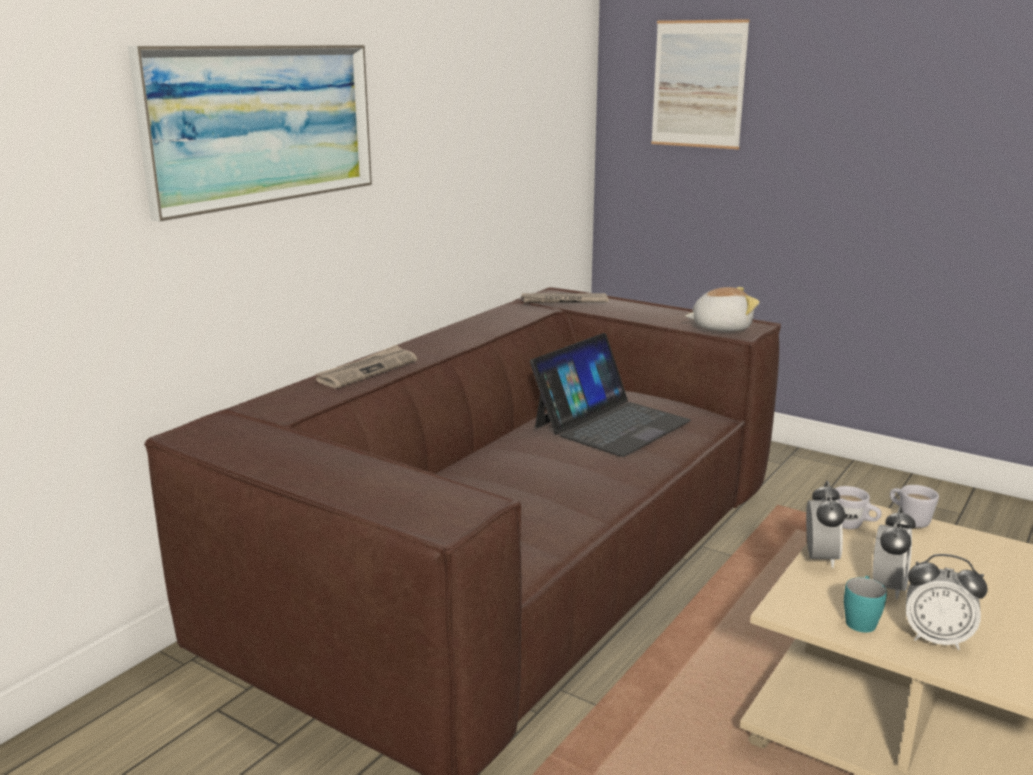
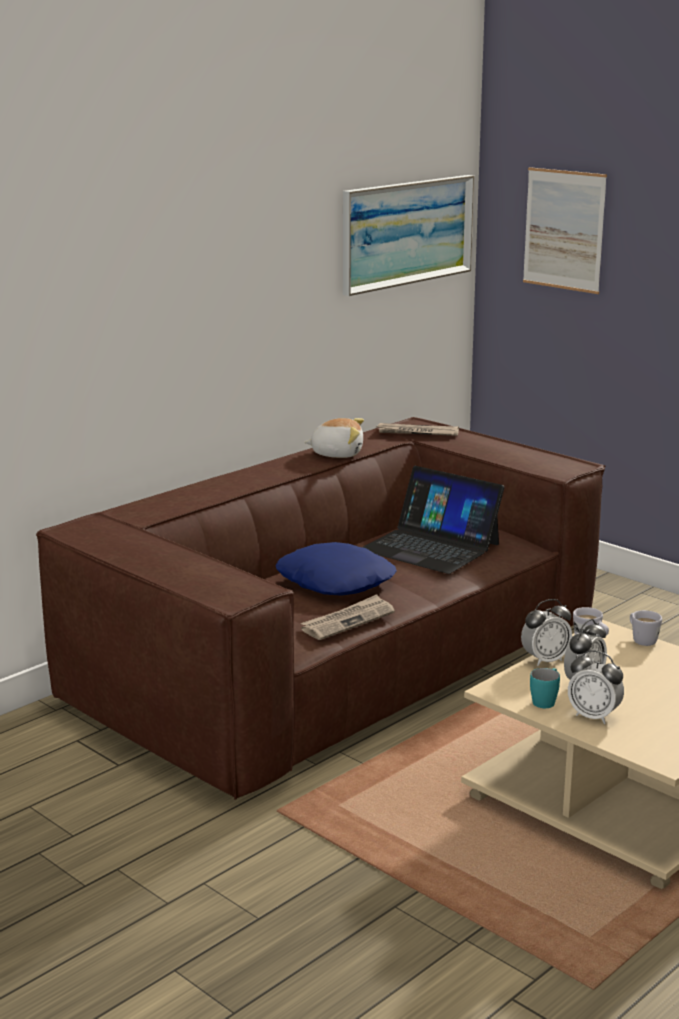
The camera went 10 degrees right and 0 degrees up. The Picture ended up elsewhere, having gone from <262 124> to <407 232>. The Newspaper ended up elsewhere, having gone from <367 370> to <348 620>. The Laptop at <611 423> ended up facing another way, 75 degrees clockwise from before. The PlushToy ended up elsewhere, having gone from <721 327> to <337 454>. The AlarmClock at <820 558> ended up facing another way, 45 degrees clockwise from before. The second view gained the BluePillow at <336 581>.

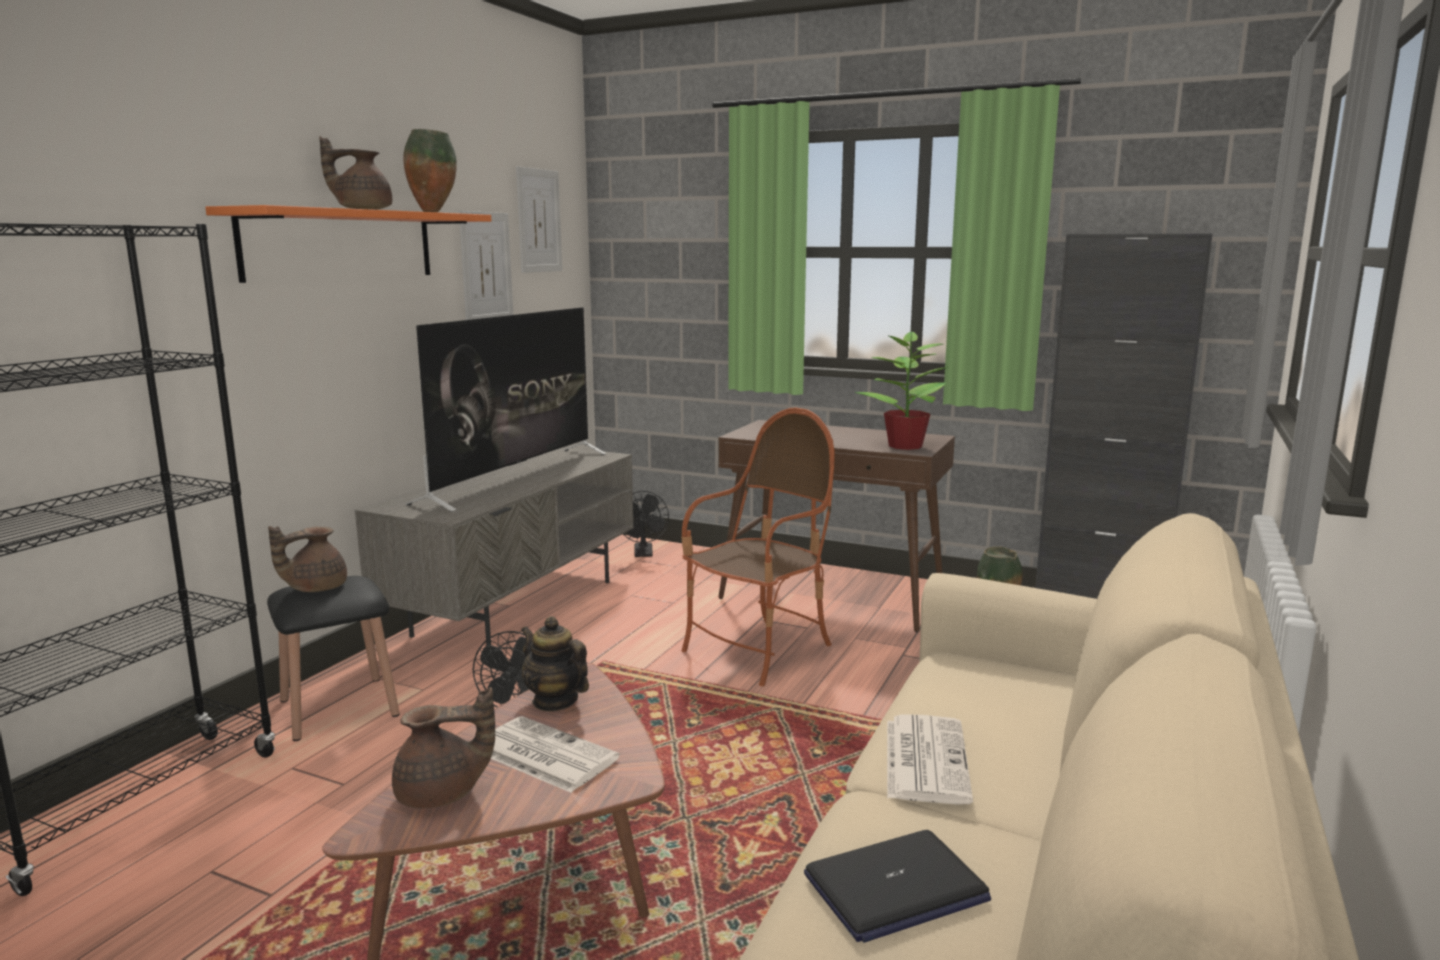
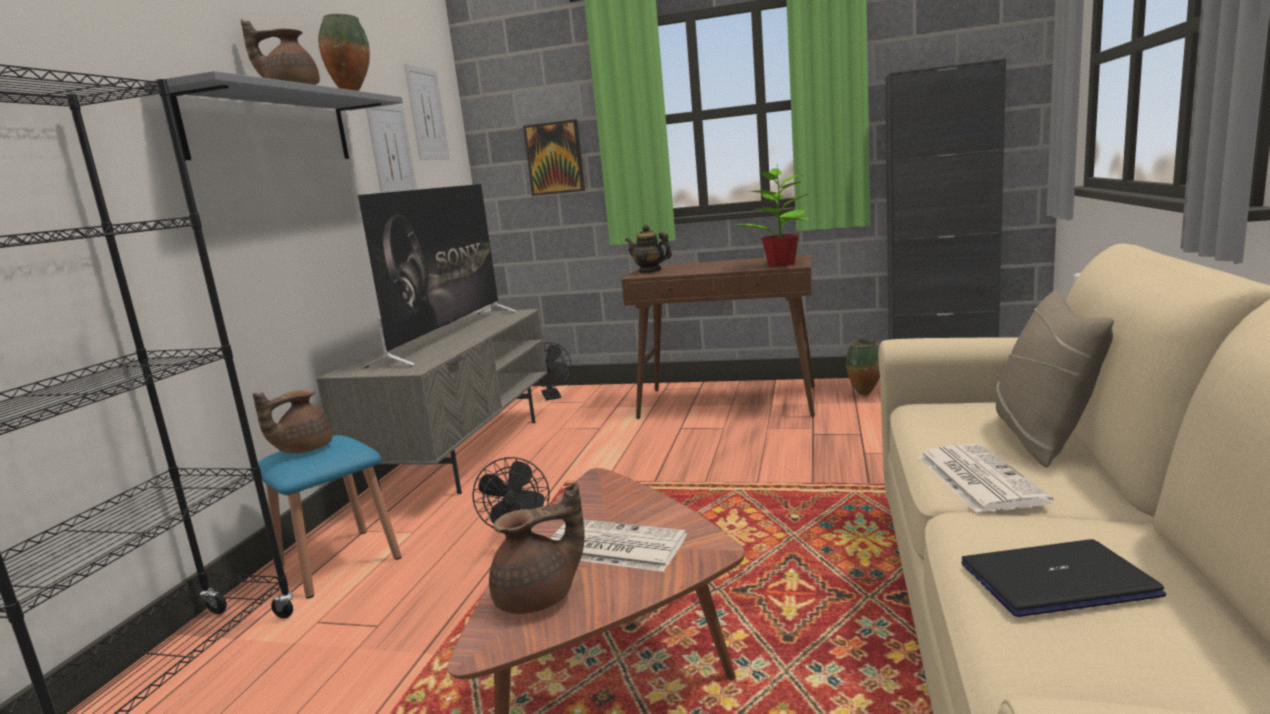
The camera went 10 degrees left and 0 degrees up. What was the OrangeShelf at <341 245> turned into the GreyShelf at <271 127>. What was the BlackStool at <339 707> turned into the BlueStool at <338 561>. The Teapot ended up elsewhere, having gone from <555 701> to <650 271>. The second view lost the Armchair at <759 651>. The Laptop at <895 888> ended up facing another way, 150 degrees counterclockwise from before. The second view gained the Picture at <554 158>. The second view gained the BeigePillow at <1042 438>.

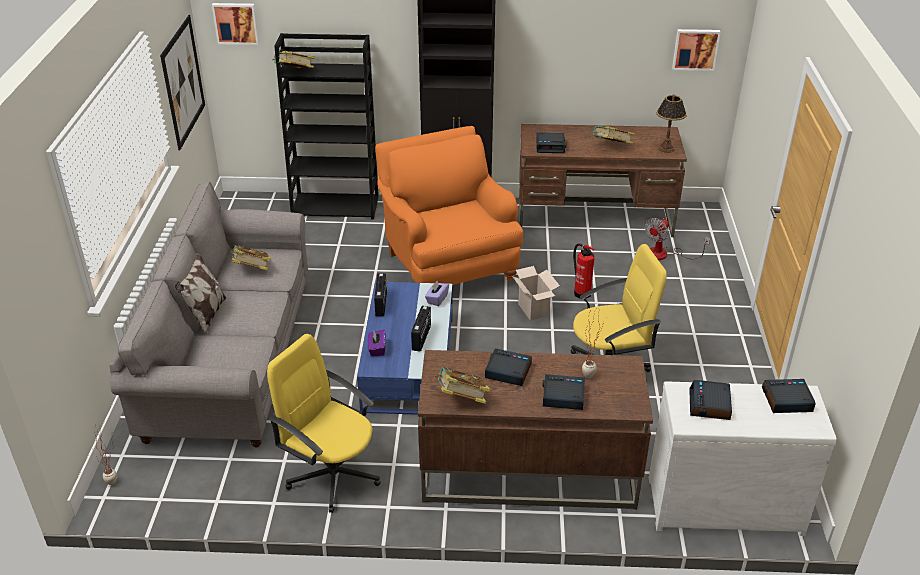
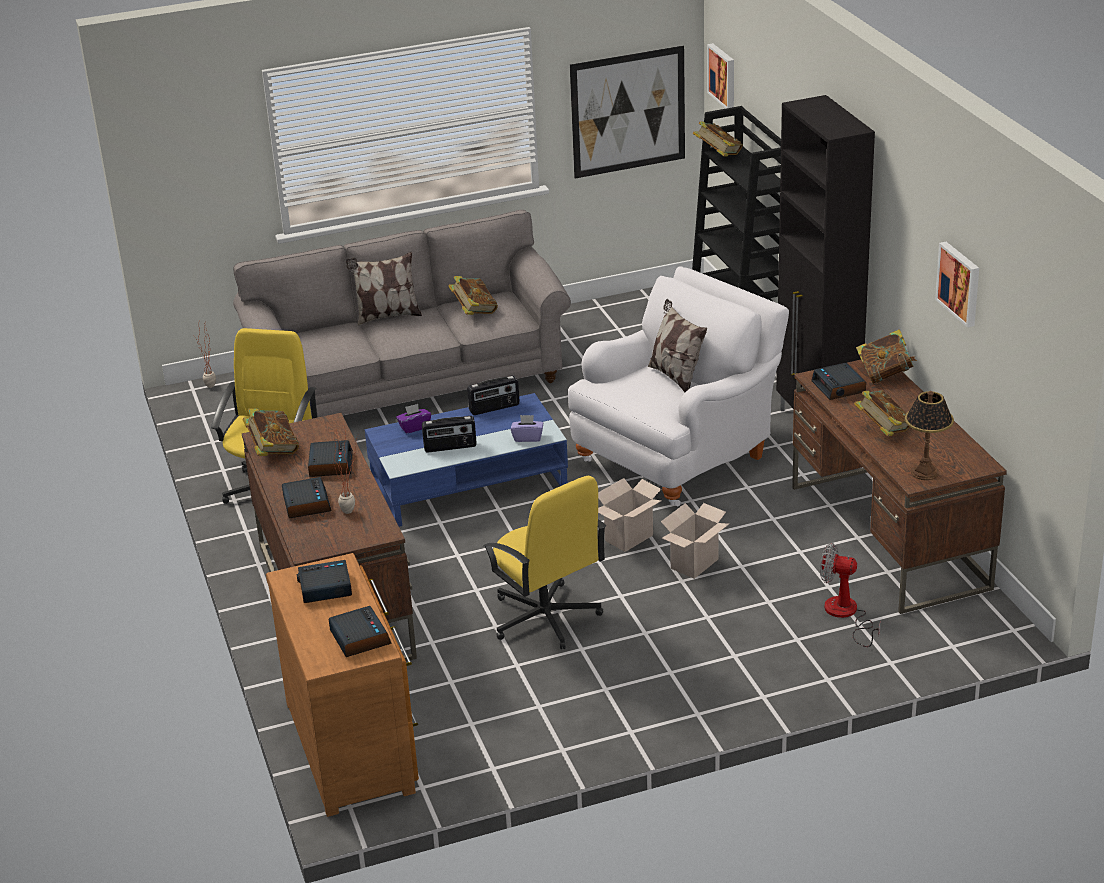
The camera went 70 degrees right and 5 degrees down. What was the OrangeArmchair at <448 263> turned into the WhiteArmchair at <678 456>. Where the FireExtinguisher stood at <581 292>, the CardboardBox came to stand at <694 565>. What was the WhiteDresser at <722 502> turned into the BrownDresser at <353 745>. The Picture ended up elsewhere, having gone from <695 49> to <960 283>. The second view gained the Pillow at <676 377>. The second view gained the Book at <885 375>.

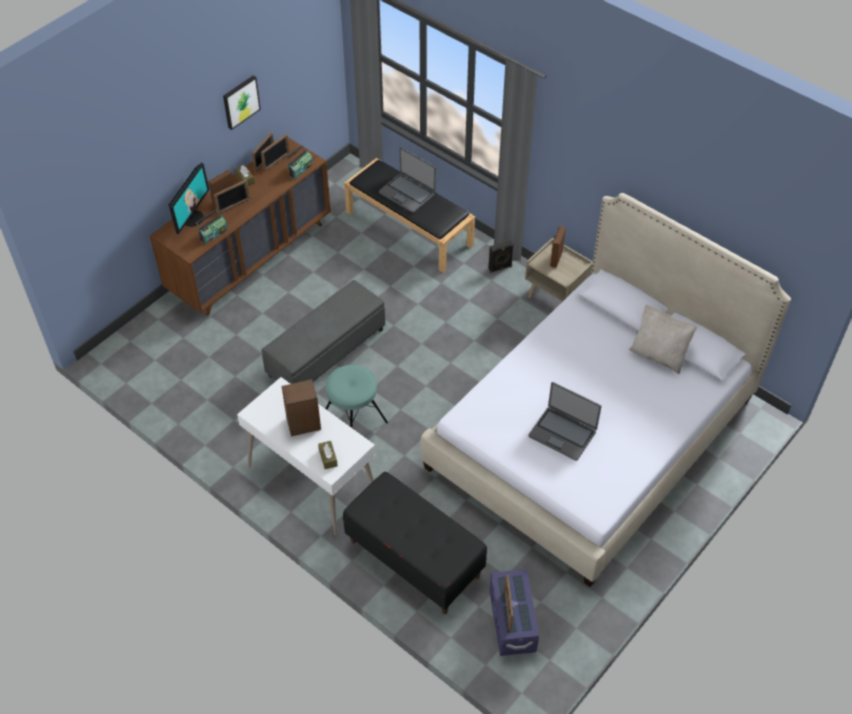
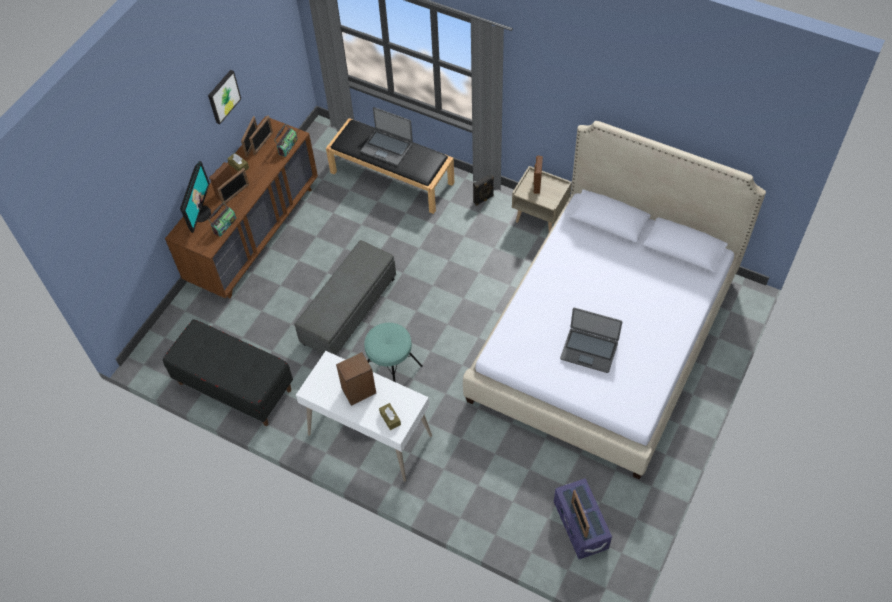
The camera went 10 degrees left and 5 degrees up. The BlackBench ended up elsewhere, having gone from <414 559> to <234 387>. The second view lost the BeigePillow at <658 355>.

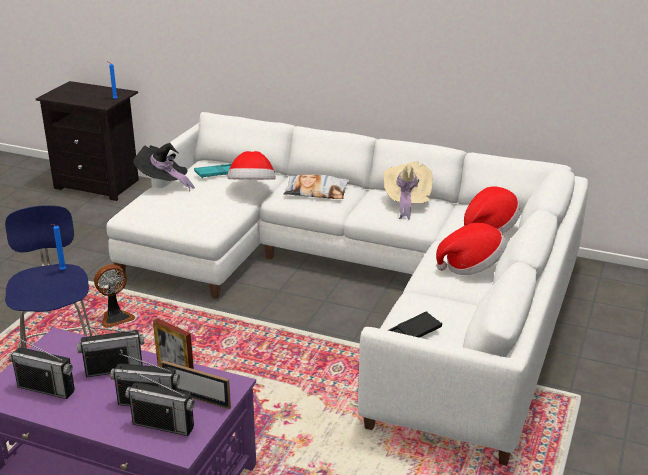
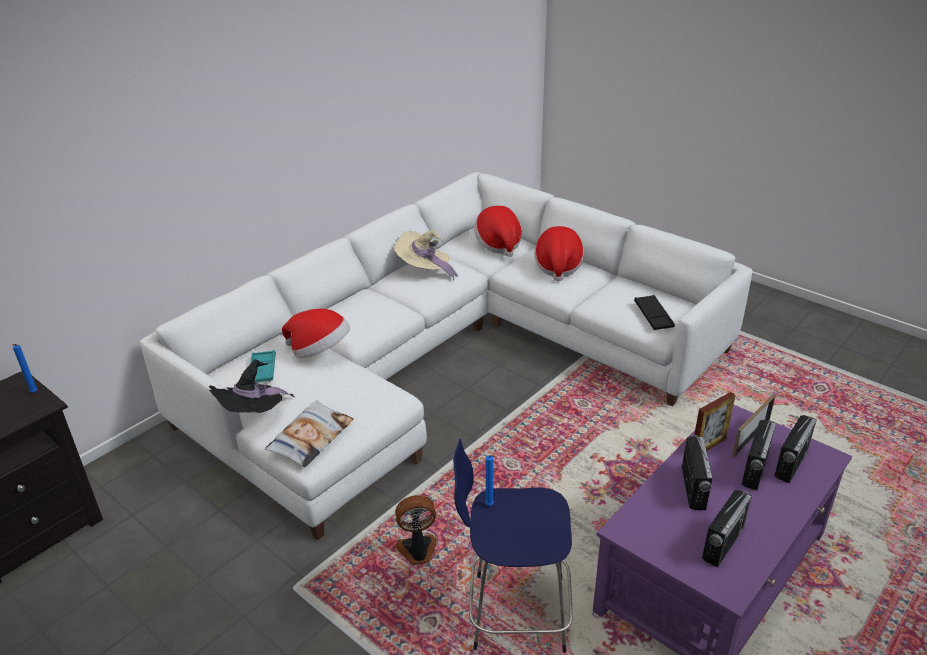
The camera went 70 degrees left and 5 degrees up. The Fan at <115 318> ended up facing another way, 90 degrees counterclockwise from before. The Pillow ended up elsewhere, having gone from <316 192> to <311 438>.

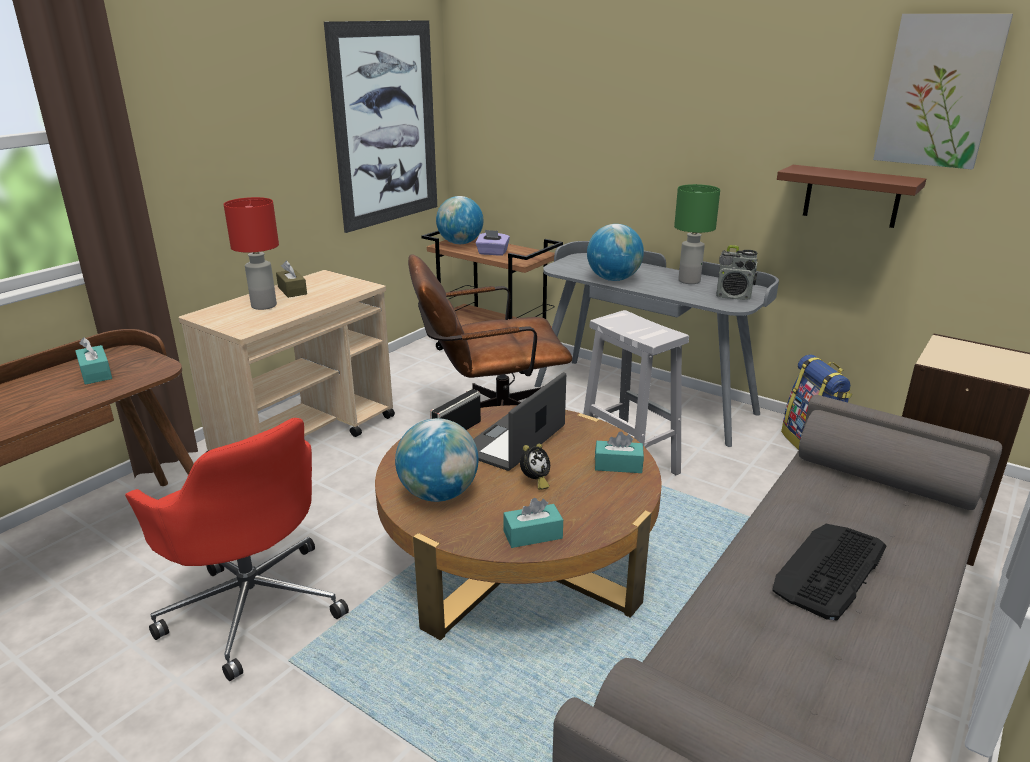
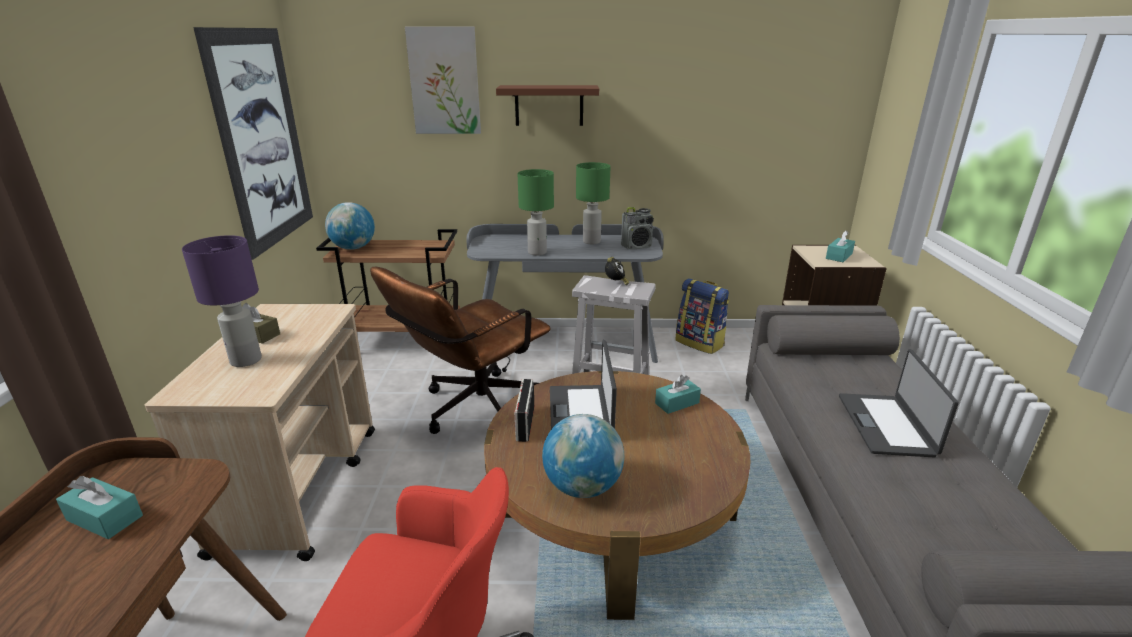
The camera went 35 degrees left and 0 degrees up. What was the RedTableLamp at <263 306> turned into the PurpleTableLamp at <245 361>. The second view lost the PurpleTissueBox at <492 253>. The TurquoiseTissueBox ended up elsewhere, having gone from <532 535> to <839 256>. The AlarmClock ended up elsewhere, having gone from <535 481> to <615 283>. Where the Globe stood at <613 279>, the GreenTableLamp came to stand at <537 252>. Where the Keyboard stood at <829 570>, the Laptop came to stand at <887 425>. The BrownShelf ended up elsewhere, having gone from <851 196> to <549 105>. The Picture ended up elsewhere, having gone from <939 91> to <444 81>.

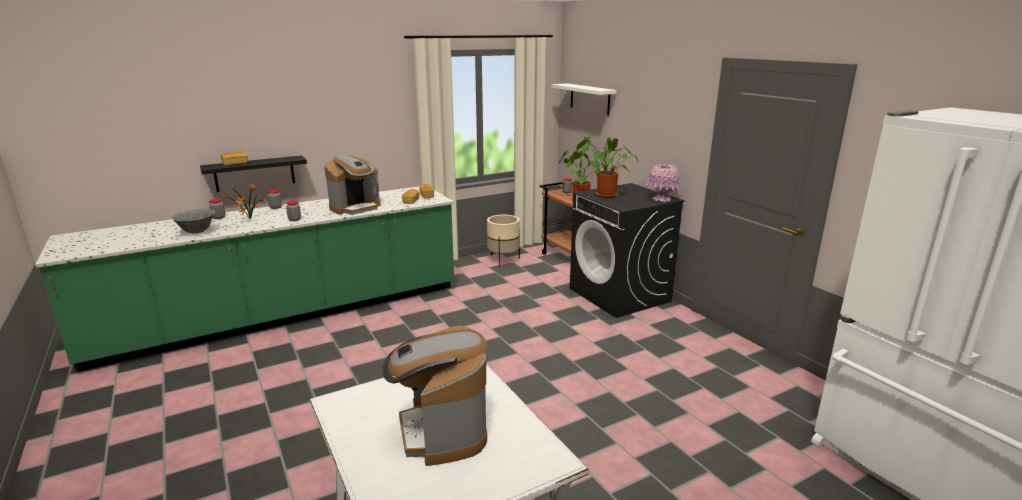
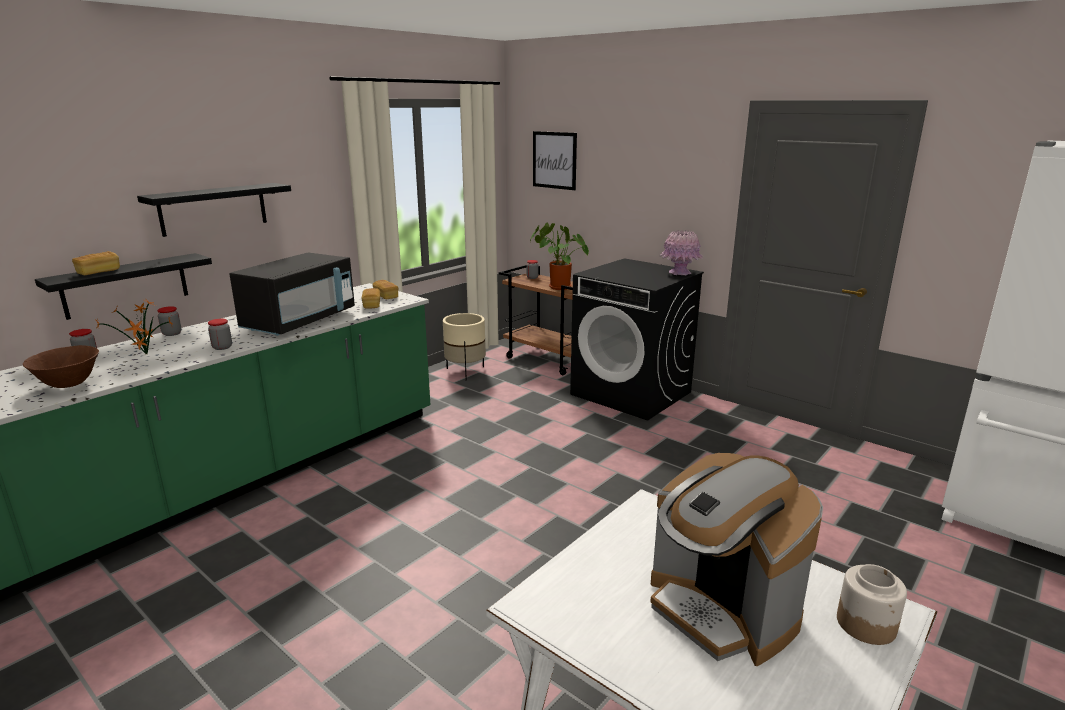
The camera went 20 degrees left and 0 degrees up. What was the GreyBowl at <197 232> turned into the BrownBowl at <69 385>. Where the CoffeeMachine stood at <355 208>, the BlackMicrowave came to stand at <300 321>. Where the WhiteShelf hung at <590 98>, the Picture came to hang at <554 160>. The second view lost the PottedPlant at <604 195>. The second view gained the BlackShelf at <213 209>. The second view gained the Jar at <866 624>.

